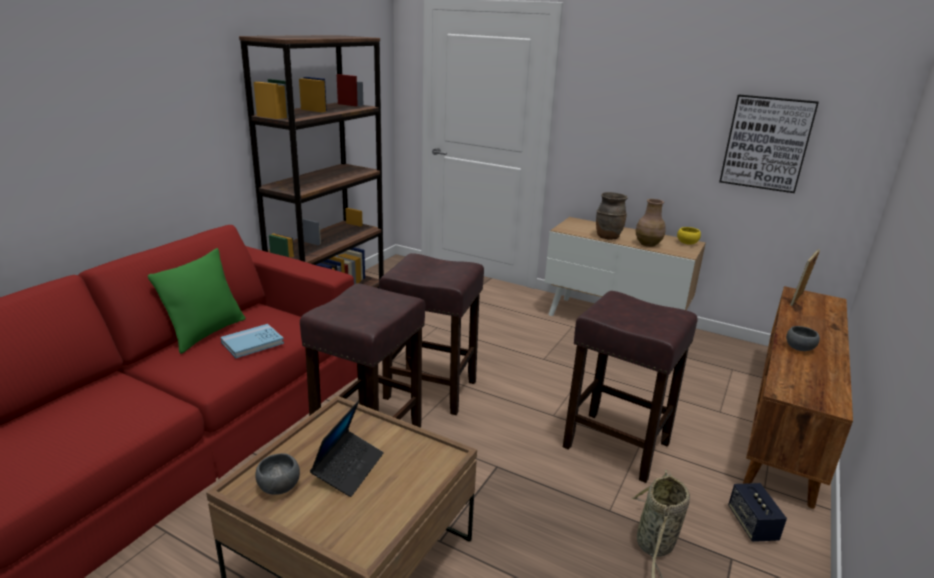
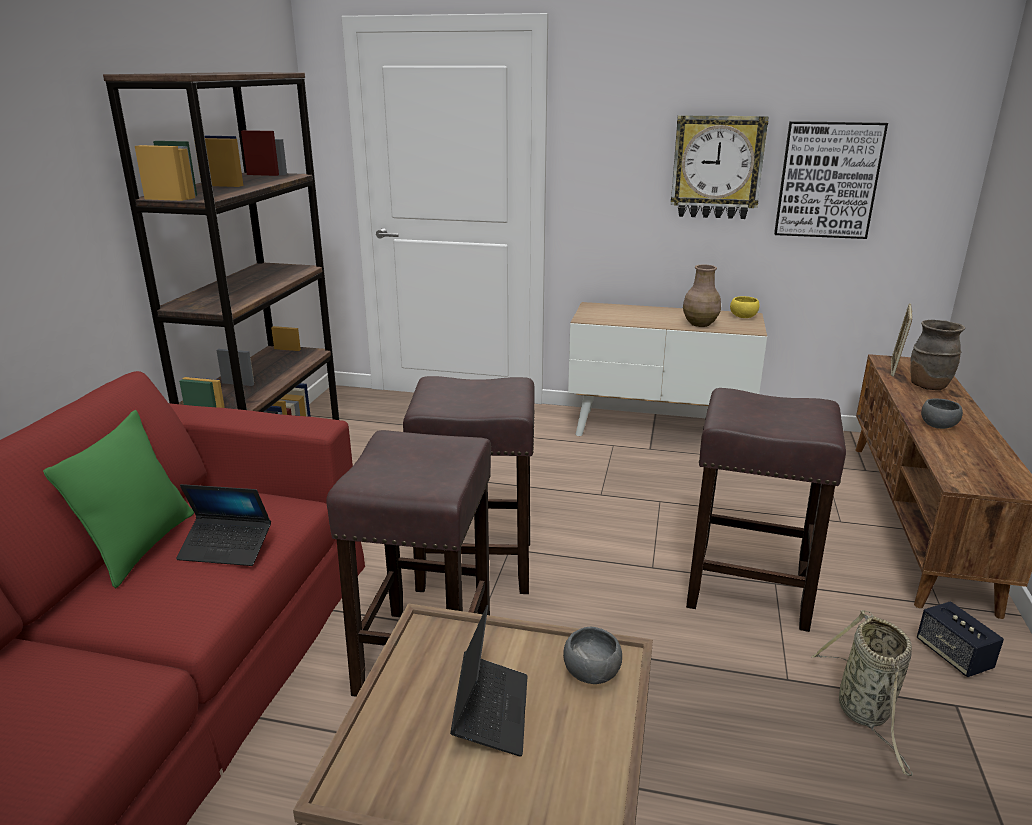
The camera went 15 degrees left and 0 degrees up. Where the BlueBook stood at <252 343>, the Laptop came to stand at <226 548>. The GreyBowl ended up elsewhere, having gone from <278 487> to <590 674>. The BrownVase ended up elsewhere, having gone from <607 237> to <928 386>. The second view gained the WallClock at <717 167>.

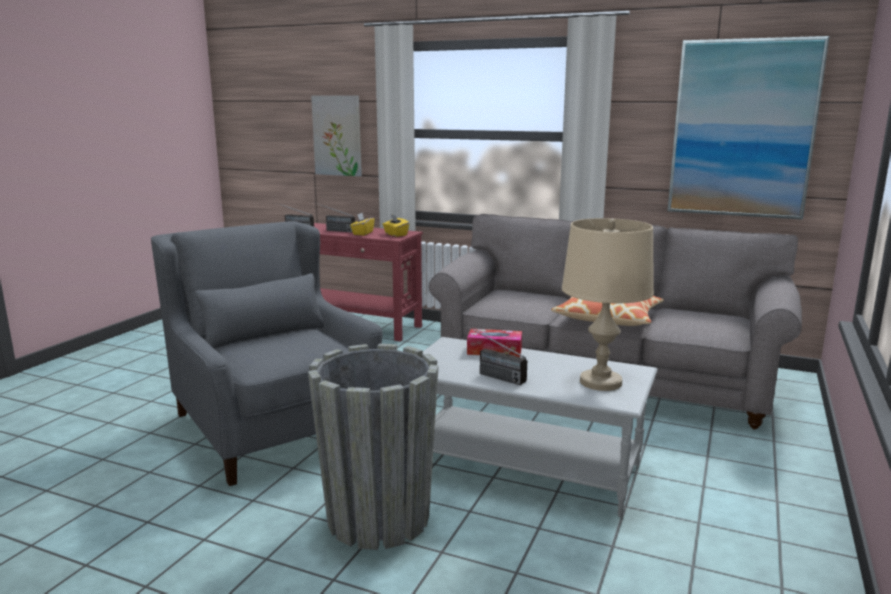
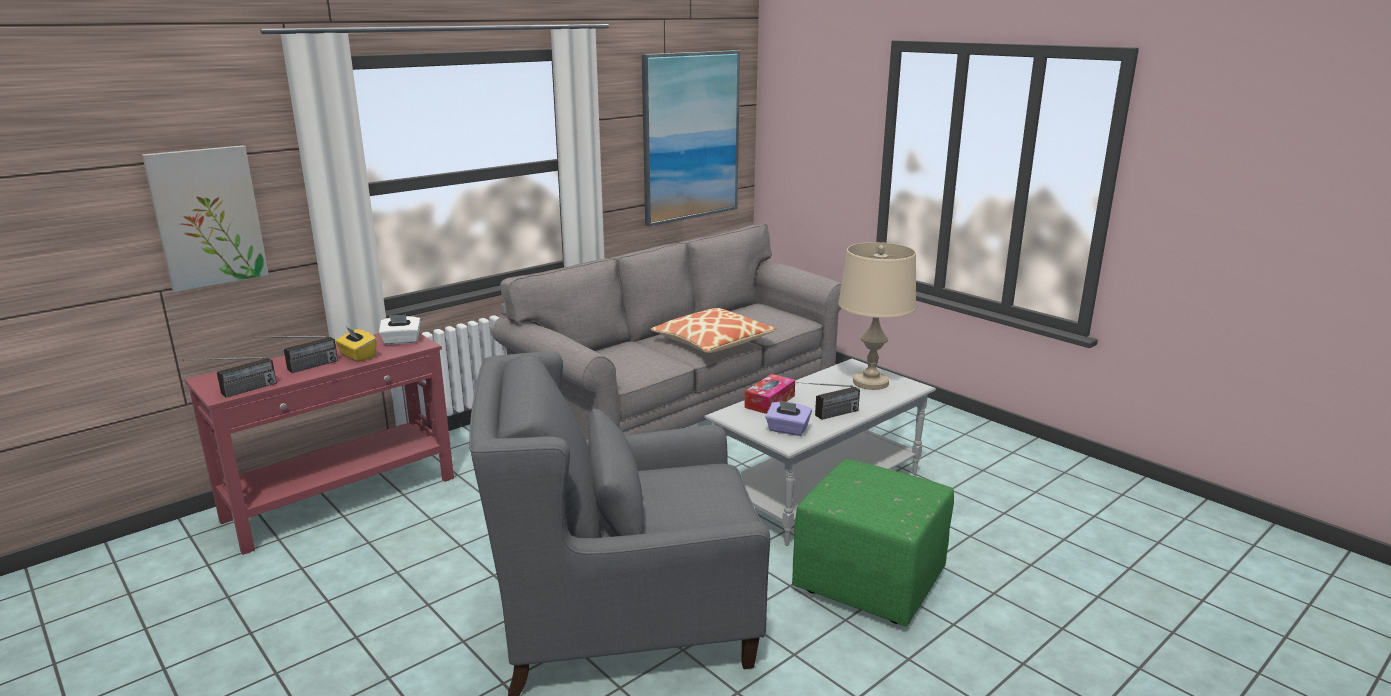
The camera went 65 degrees left and 5 degrees up. Where the GreyPlanter stood at <378 518>, the GreenOttoman came to stand at <867 581>. What was the YellowTissueBox at <395 234> turned into the WhiteTissueBox at <401 341>. The second view gained the PurpleTissueBox at <787 430>.

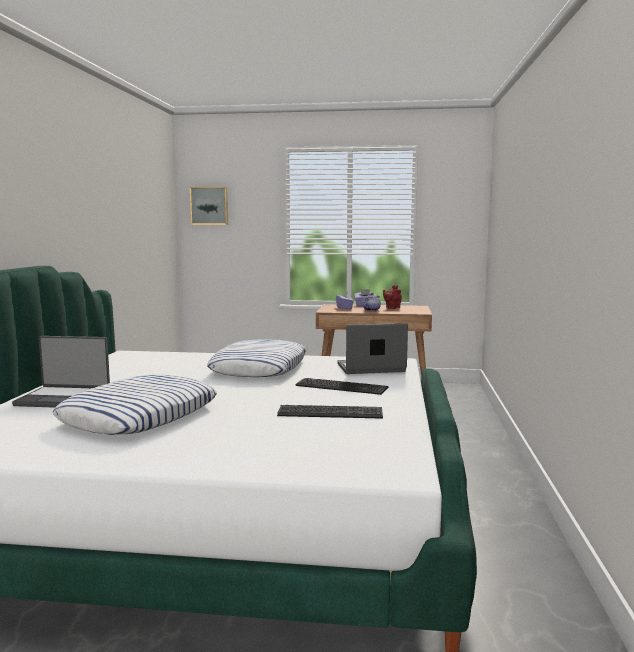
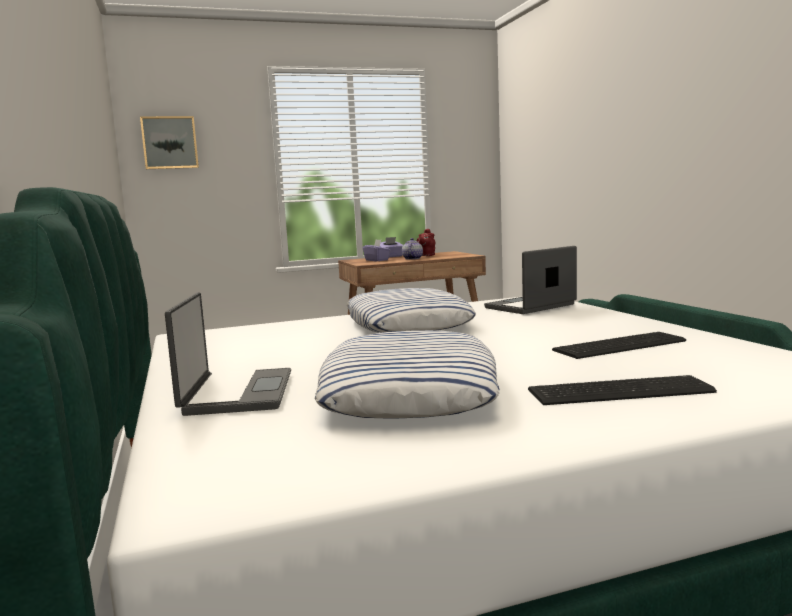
The camera went 25 degrees left and 0 degrees up. The Laptop at <64 398> ended up facing another way, 75 degrees counterclockwise from before. The Keyboard ended up elsewhere, having gone from <341 386> to <616 390>.

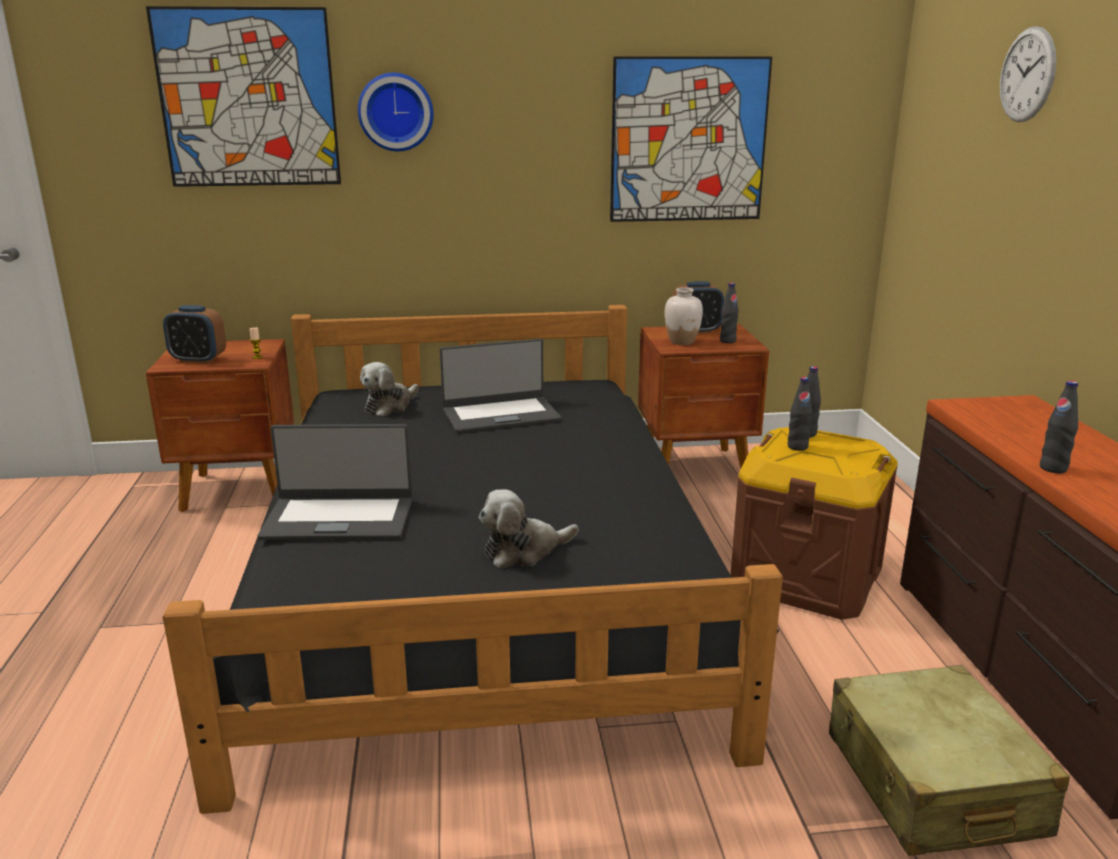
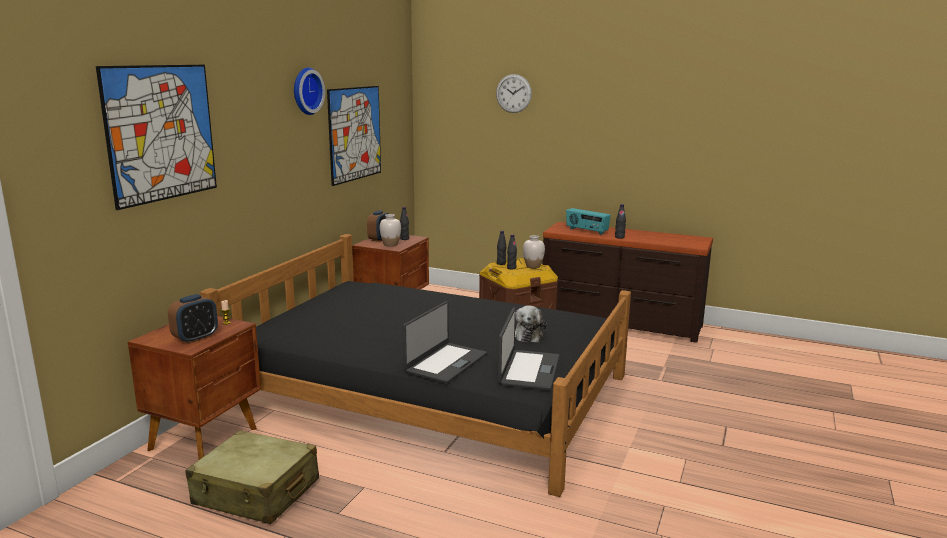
The camera went 60 degrees left and 5 degrees down. The WallClock ended up elsewhere, having gone from <396 112> to <305 91>. The second view lost the PlushToy at <389 406>. The Laptop ended up elsewhere, having gone from <500 415> to <528 370>. The BeigeSuitcase ended up elsewhere, having gone from <932 784> to <256 492>. The second view gained the WhiteVase at <533 266>. The second view gained the Radio at <586 231>.

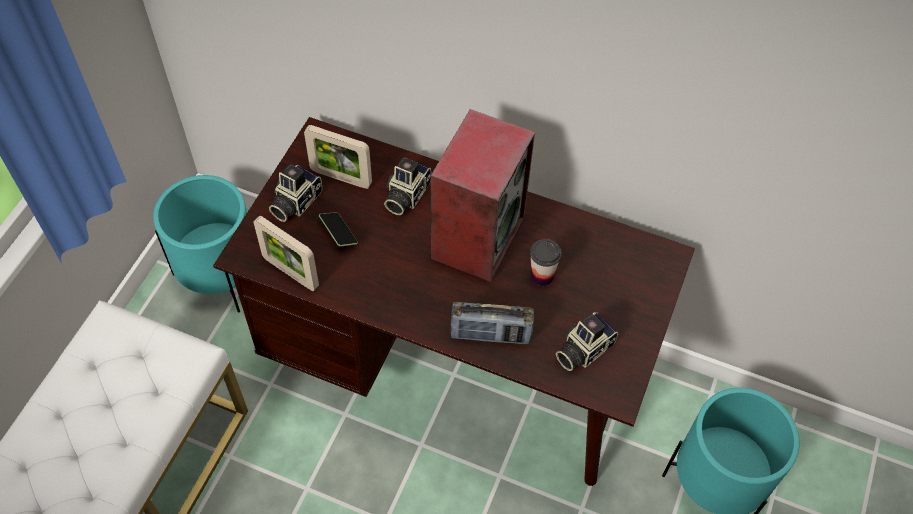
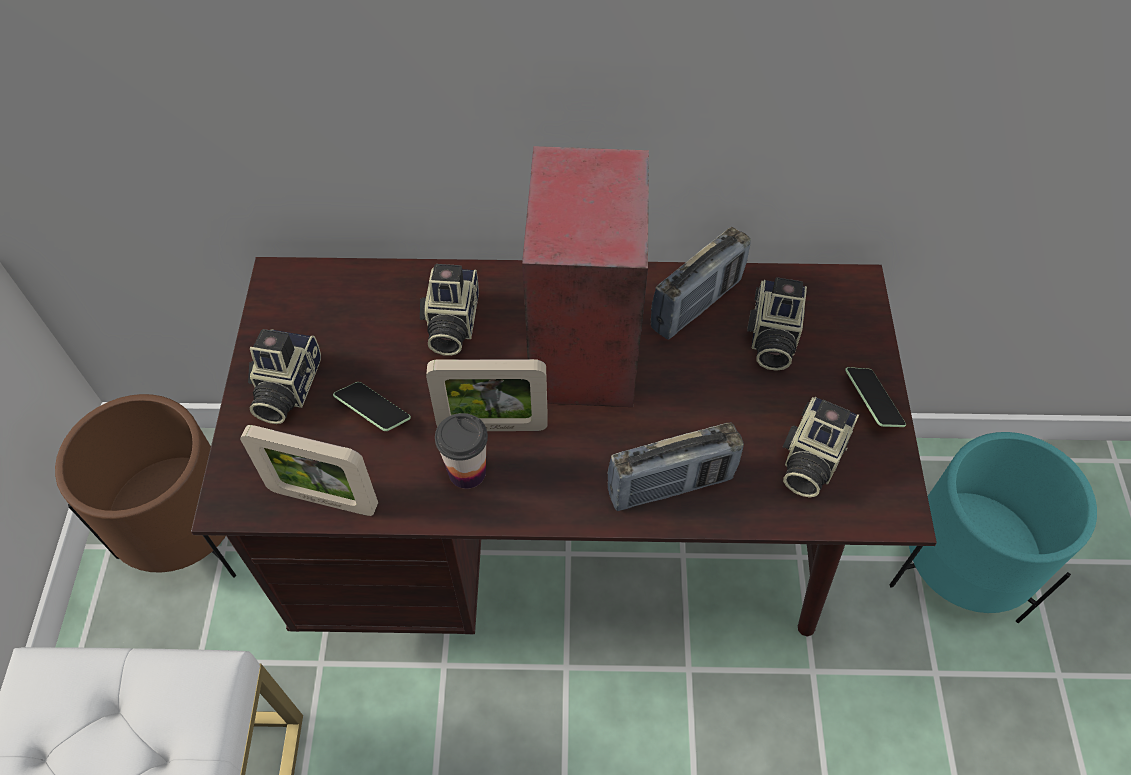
The camera went 20 degrees left and 0 degrees up. What was the TurquoisePlanter at <221 275> turned into the BrownPlanter at <189 534>. The PictureFrame ended up elsewhere, having gone from <341 177> to <492 426>. The Cup ended up elsewhere, having gone from <541 276> to <467 472>. The second view gained the Radio at <696 304>. The second view gained the PhotoCamera at <771 337>. The second view gained the Phone at <872 403>.

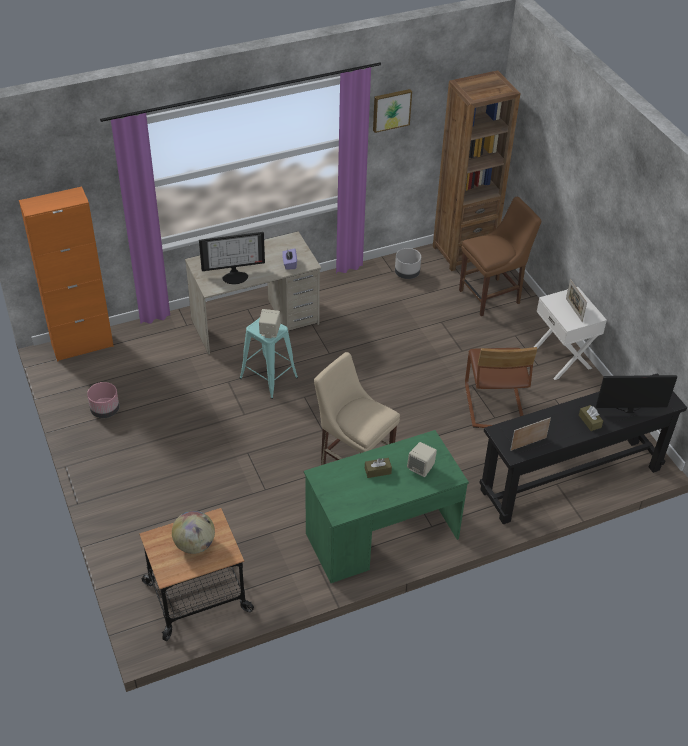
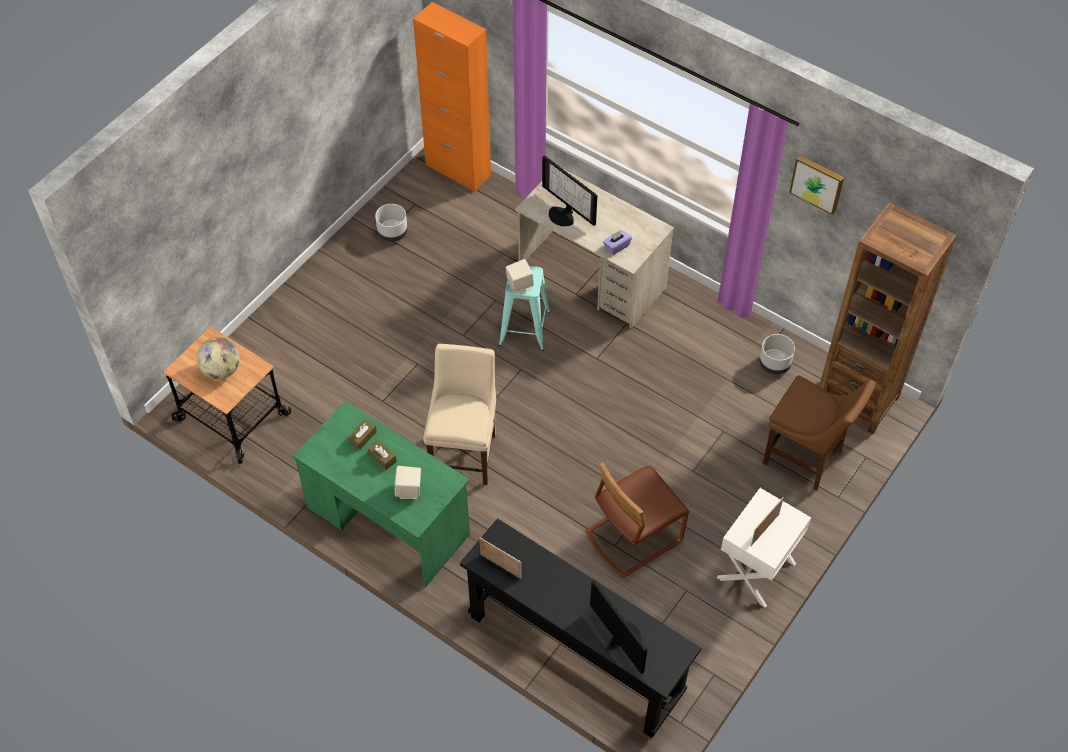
The camera went 60 degrees right and 10 degrees up. What was the PinkPlanter at <105 410> turned into the GreyPlanter at <392 233>. The BrownTissueBox ended up elsewhere, having gone from <589 421> to <363 437>.

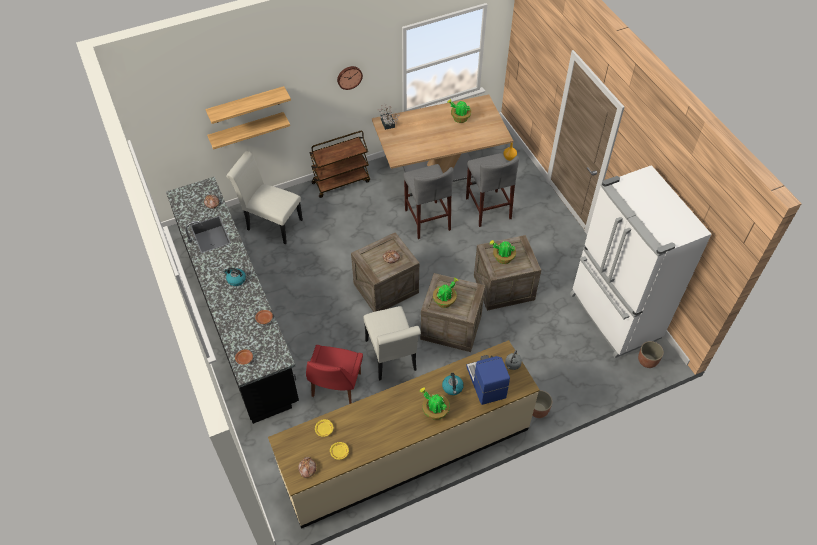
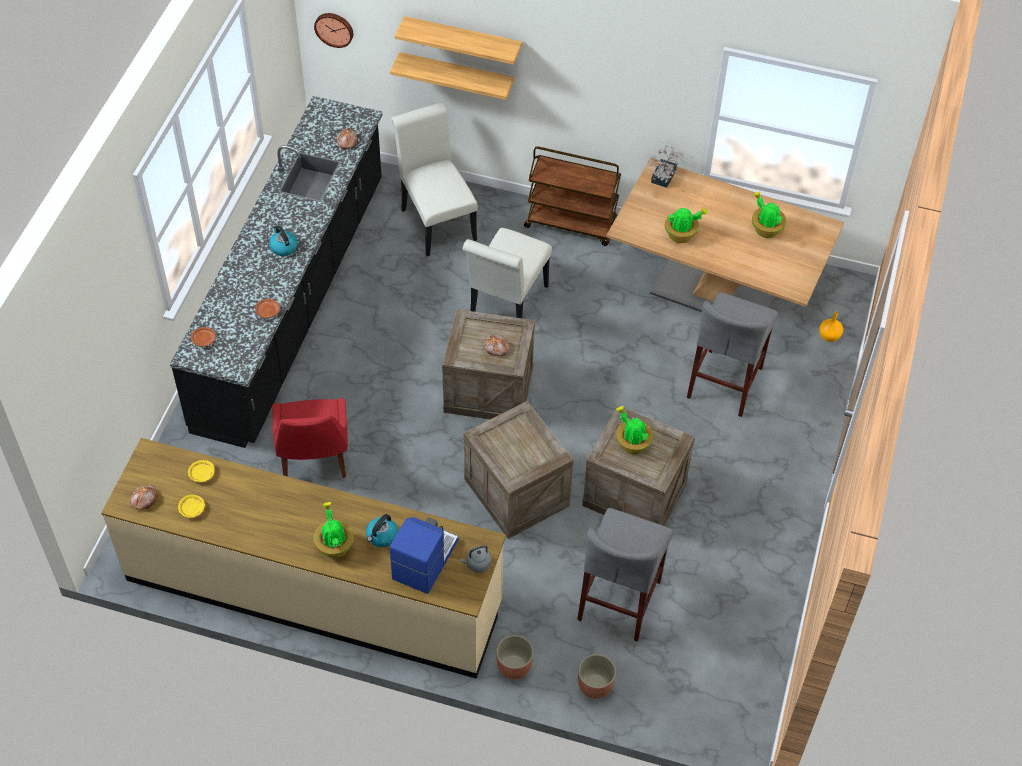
The camera went 40 degrees right and 0 degrees up. The RedChair at <335 386> ended up facing another way, 60 degrees counterclockwise from before. The WallClock ended up elsewhere, having gone from <349 77> to <334 29>. The WhiteChair ended up elsewhere, having gone from <392 358> to <506 306>. The GreyStool ended up elsewhere, having gone from <427 219> to <620 600>. The PottedPlant ended up elsewhere, having gone from <445 301> to <681 235>. The second view lost the WhiteFridge at <613 317>. The Planter ended up elsewhere, having gone from <647 360> to <594 685>.

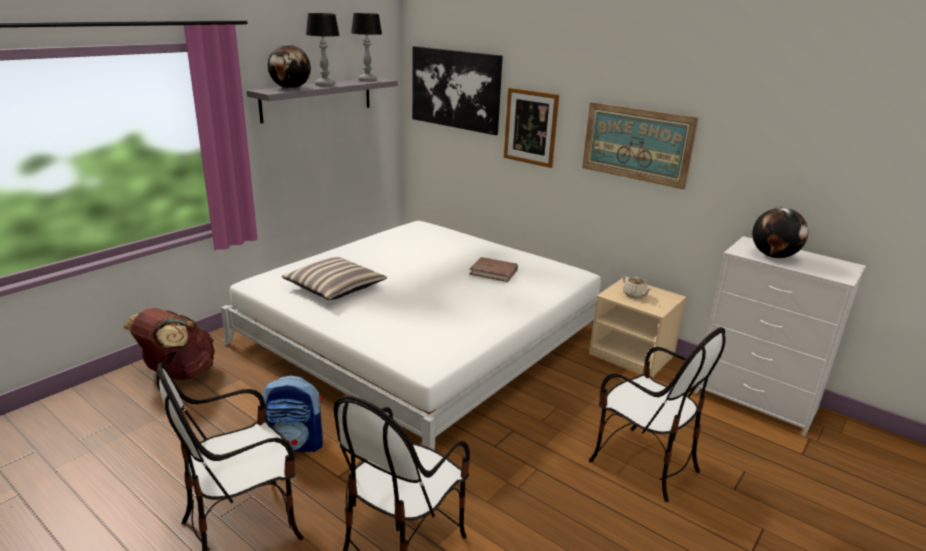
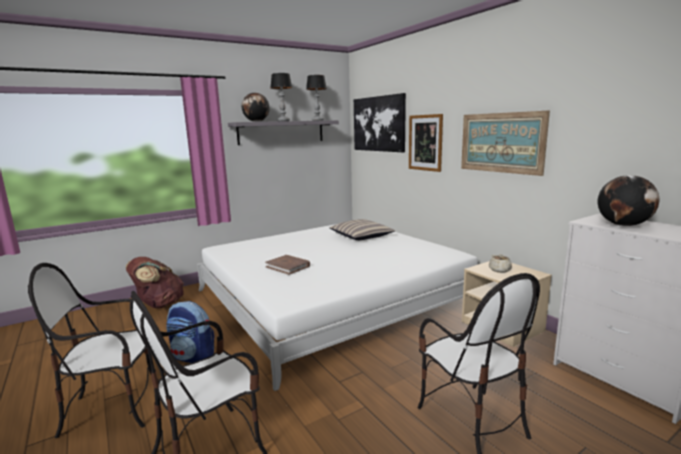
The camera went 20 degrees right and 10 degrees down. The Pillow ended up elsewhere, having gone from <335 287> to <361 236>. The BrownBook ended up elsewhere, having gone from <494 271> to <288 266>.

